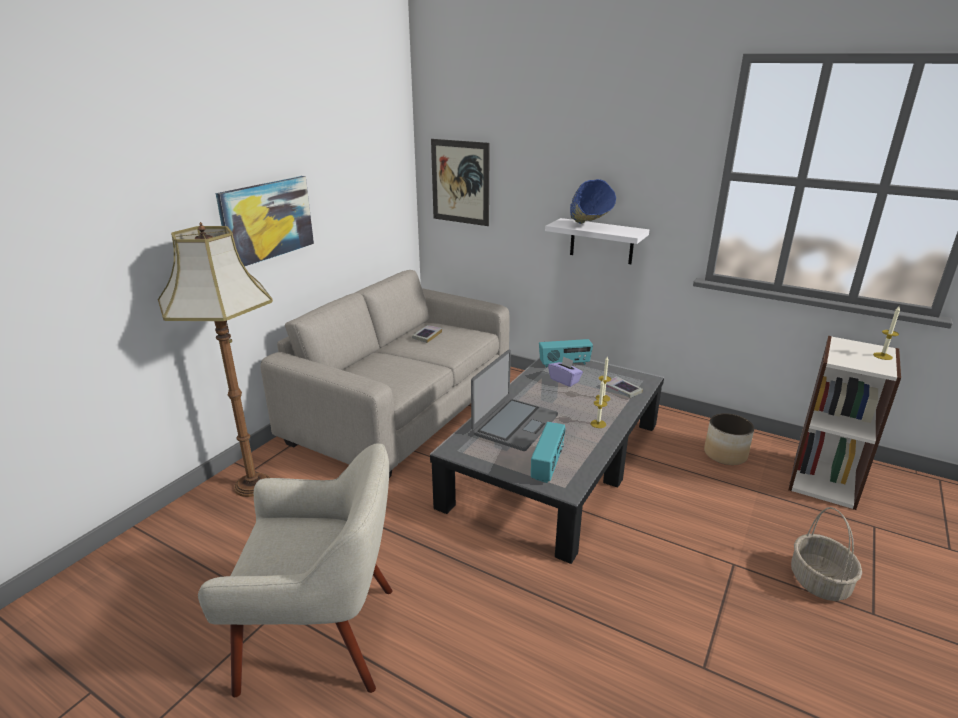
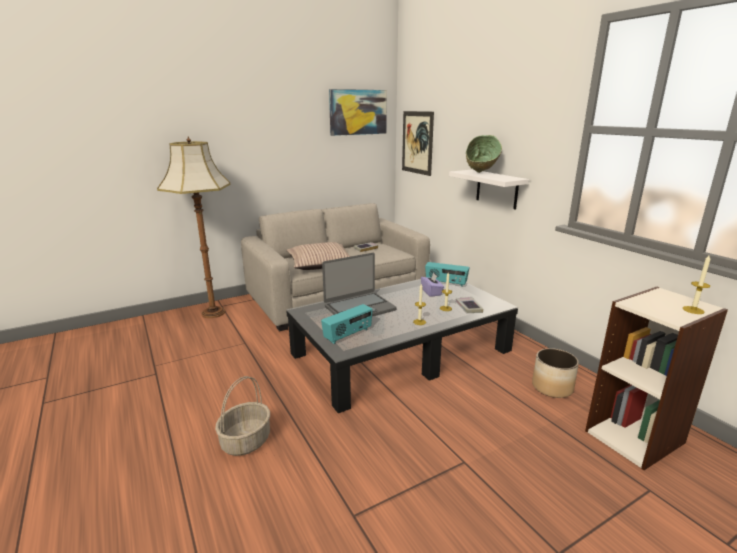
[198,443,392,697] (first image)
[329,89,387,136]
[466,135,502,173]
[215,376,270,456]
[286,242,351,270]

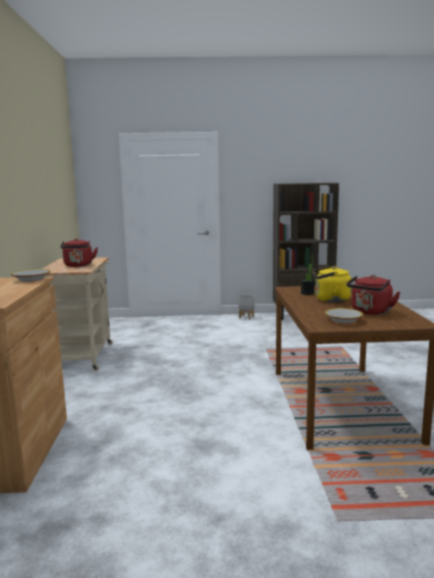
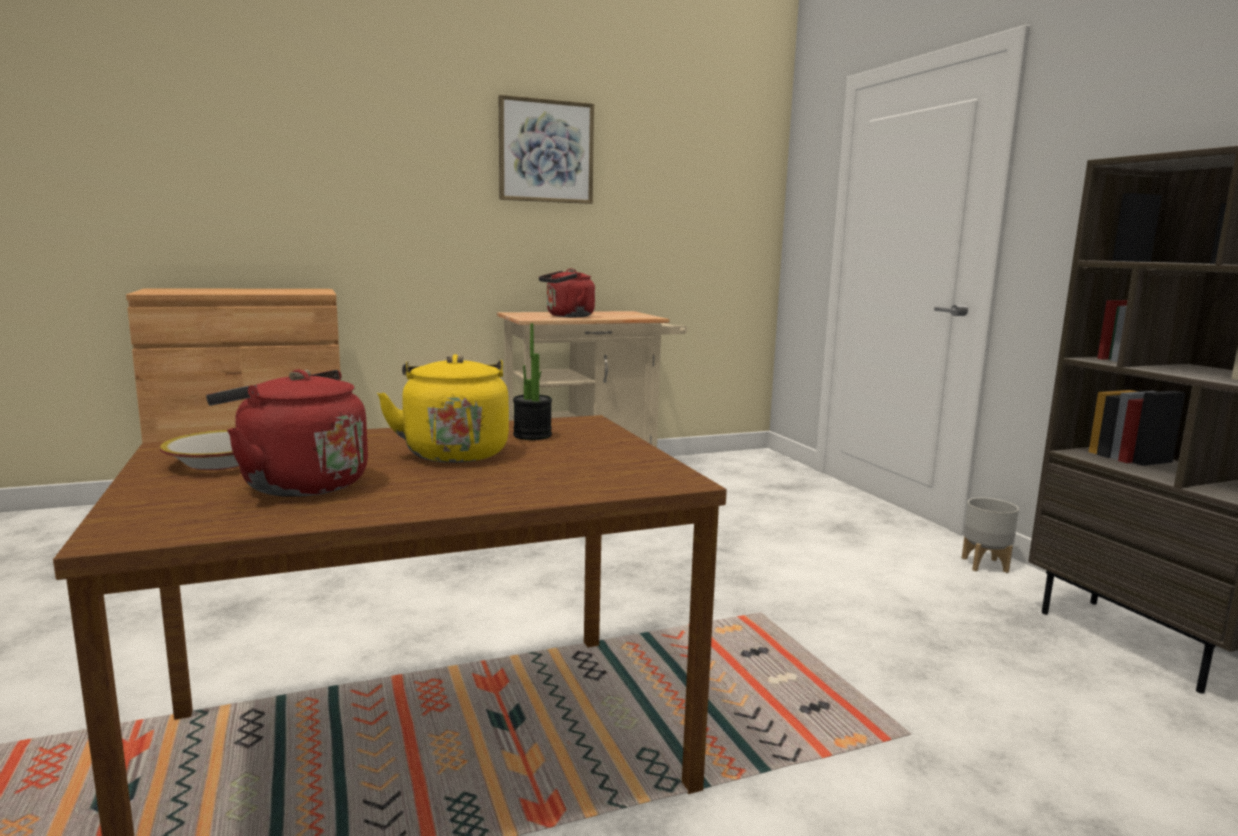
[11,269,51,282] (first image)
[499,95,594,204]

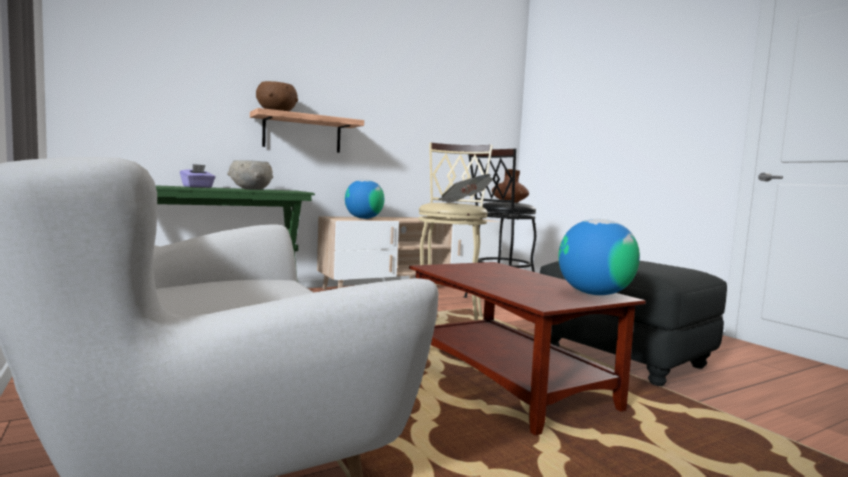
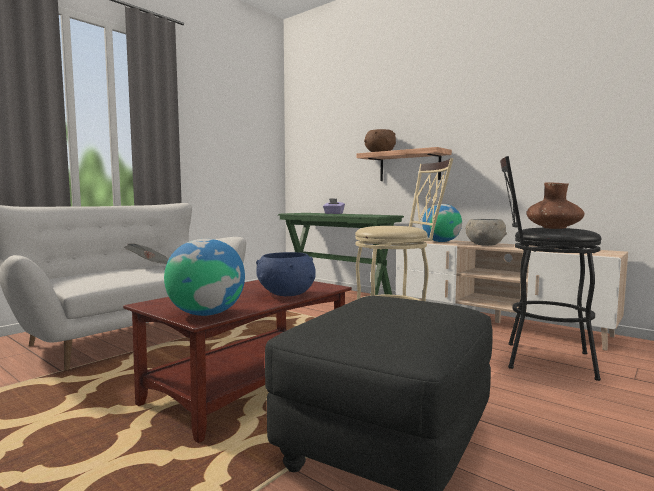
[466,219,507,246]
[124,243,169,264]
[256,252,316,296]

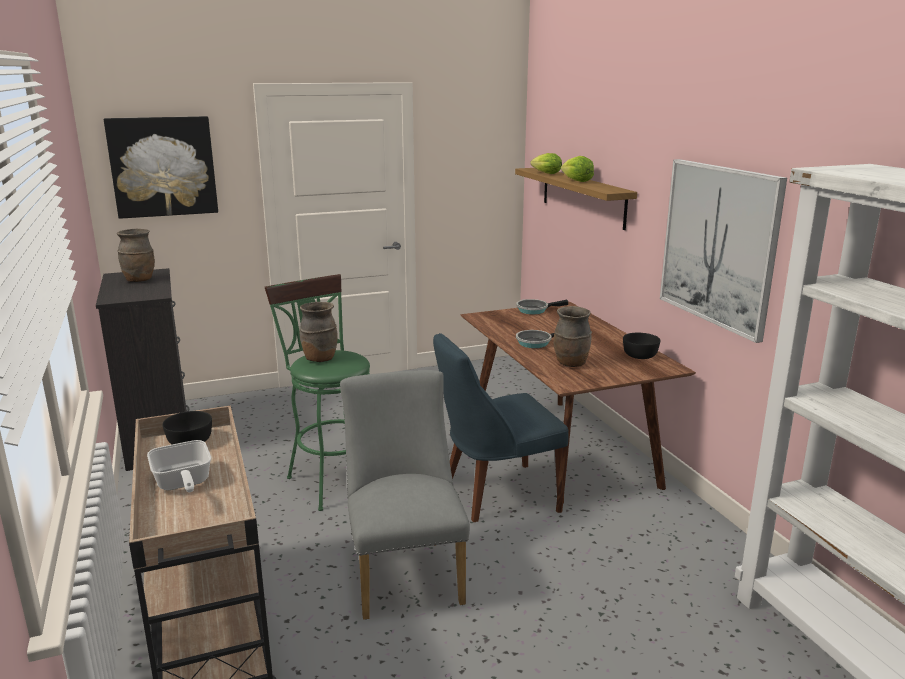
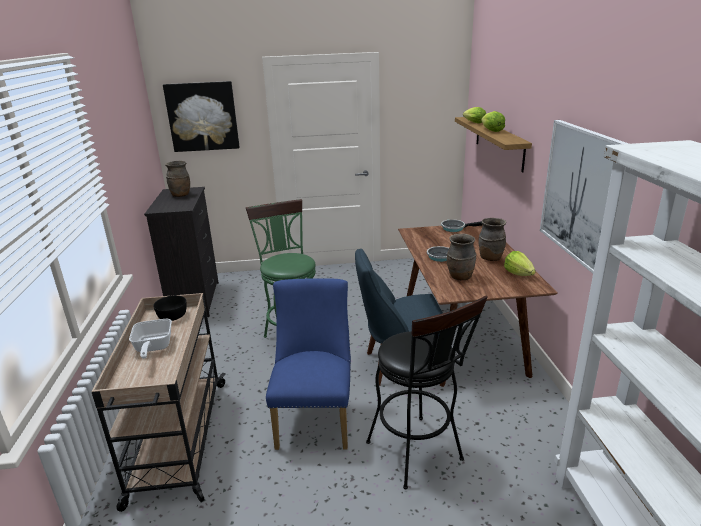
[479,218,506,261]
[266,278,351,450]
[504,251,536,276]
[366,296,488,489]

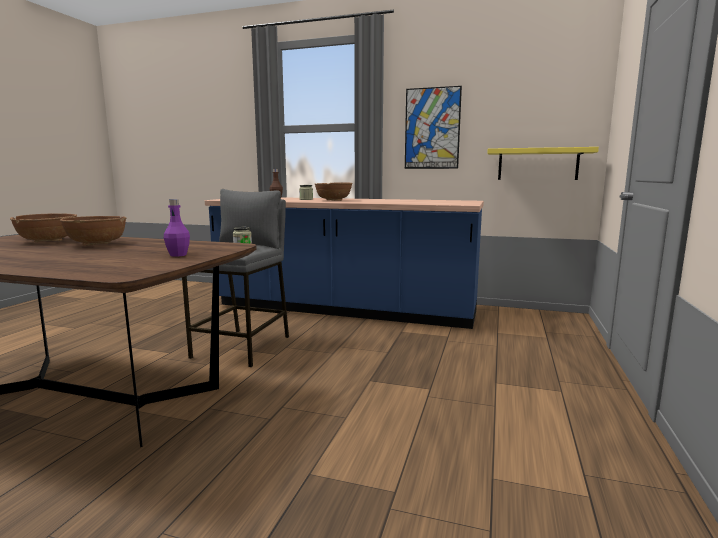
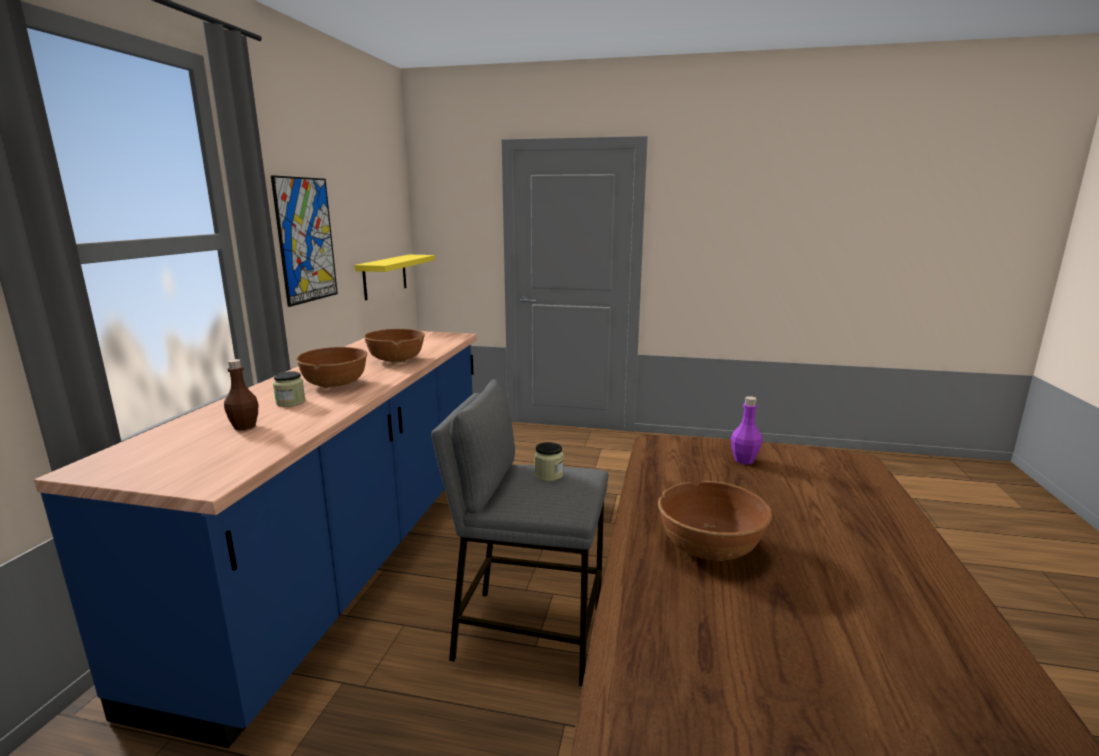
[364,329,425,363]

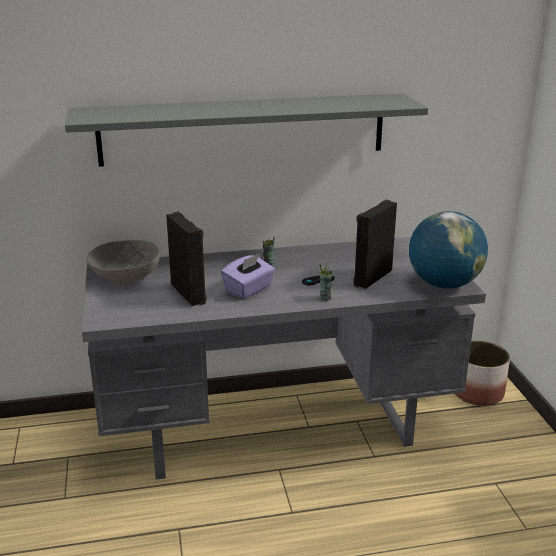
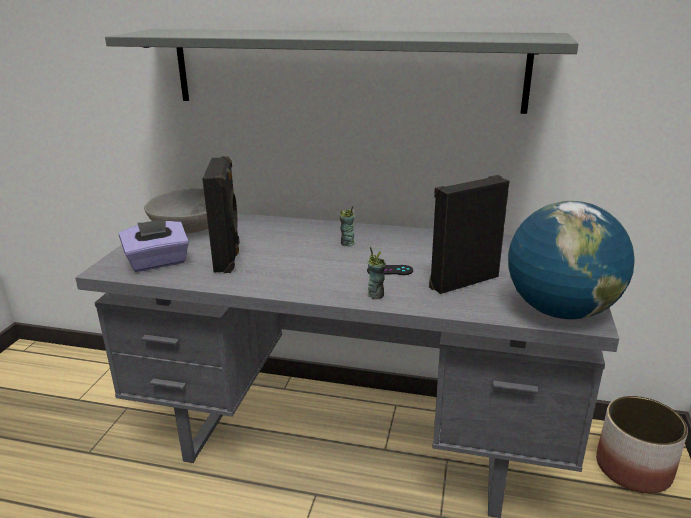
[119,219,189,272]

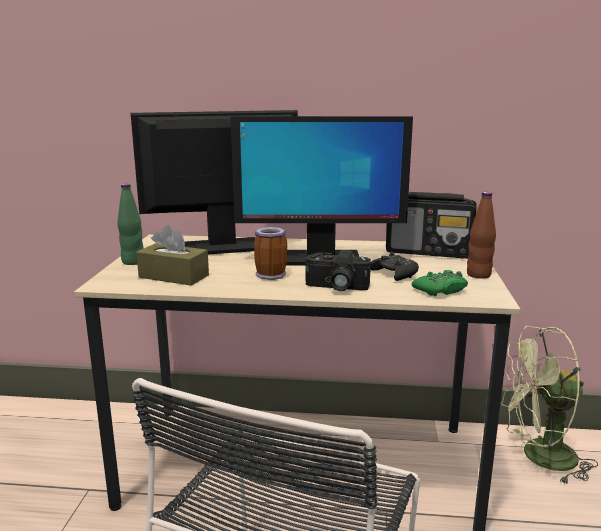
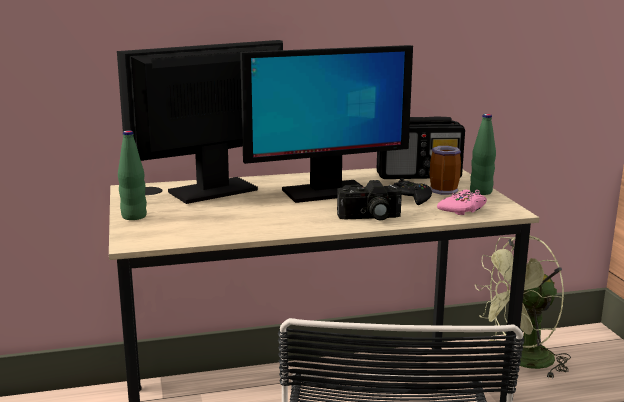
[136,225,209,286] (first image)
[430,146,461,195]
[437,190,487,215]
[470,114,496,195]

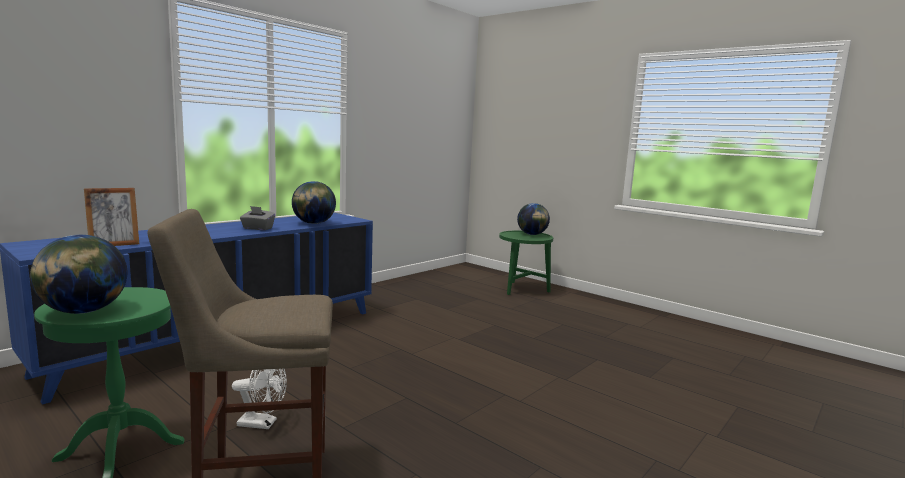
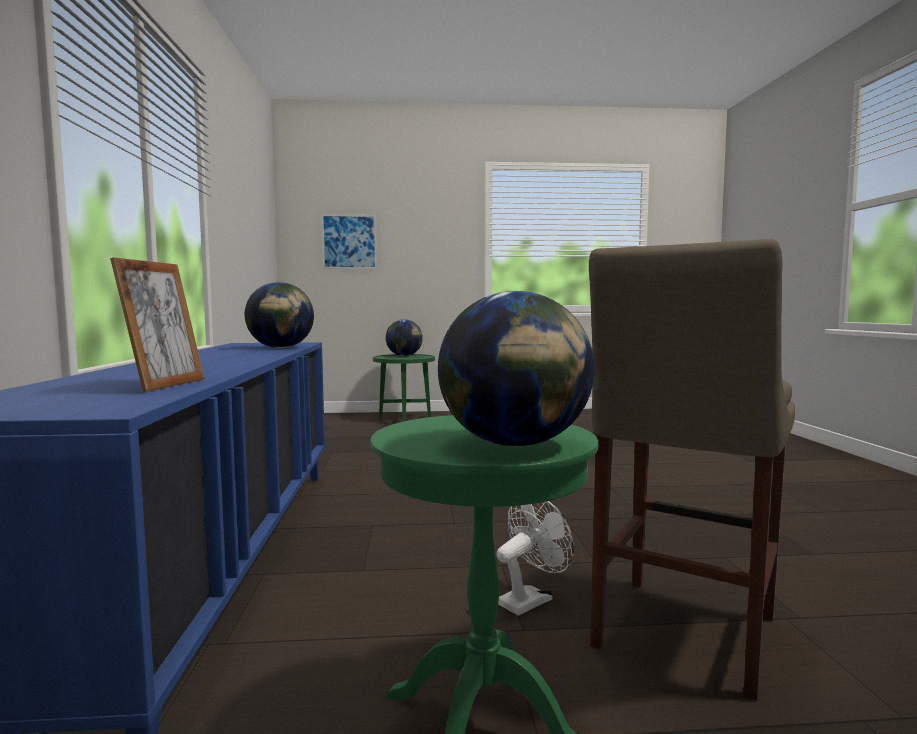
[240,206,275,230] (first image)
[322,214,377,269]

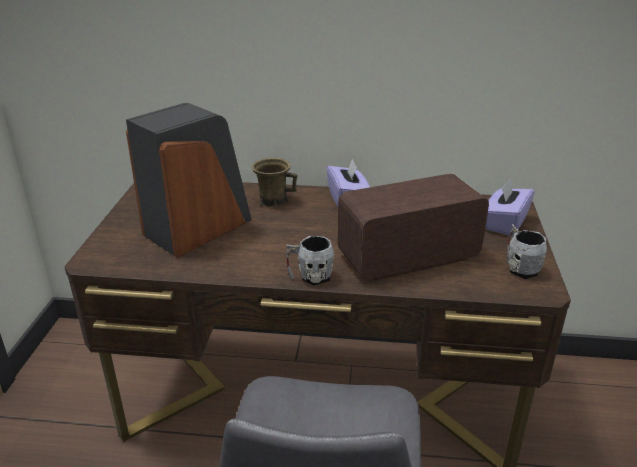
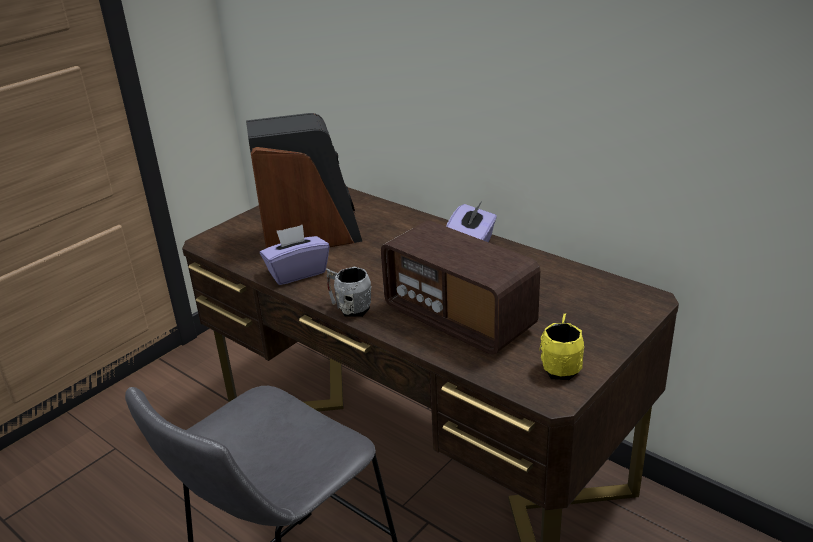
[252,158,298,208] (first image)
[381,221,540,355]
[260,225,330,285]
[539,313,584,380]

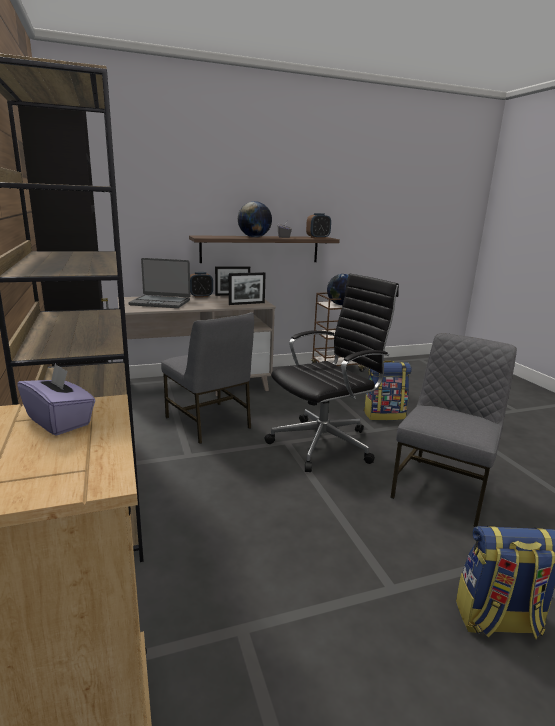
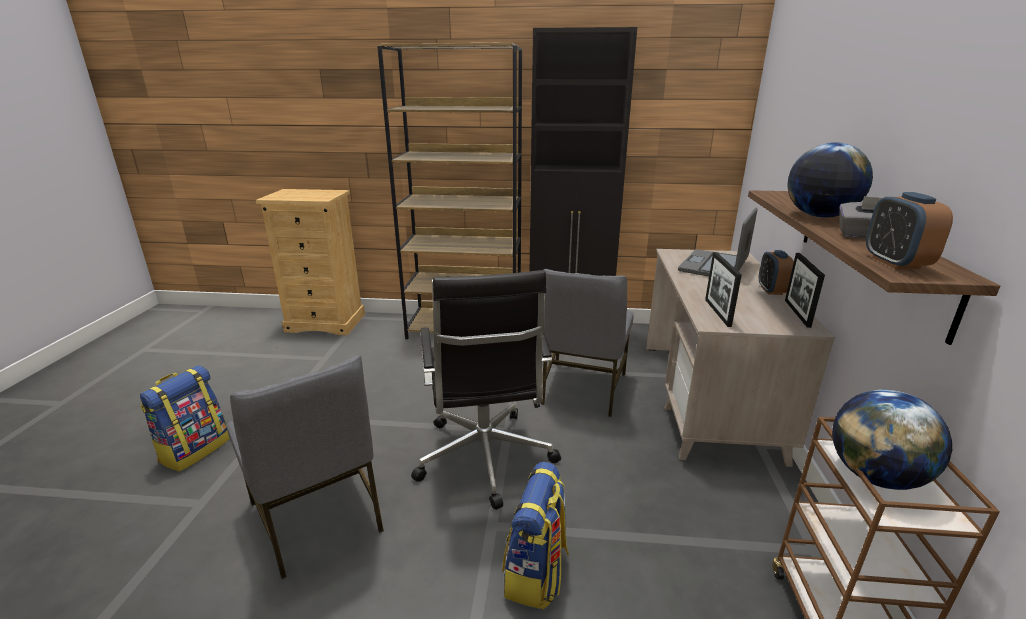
[17,363,95,436] (first image)
[541,269,633,417]

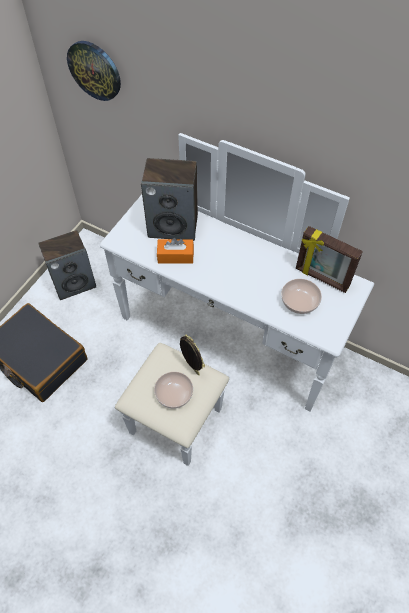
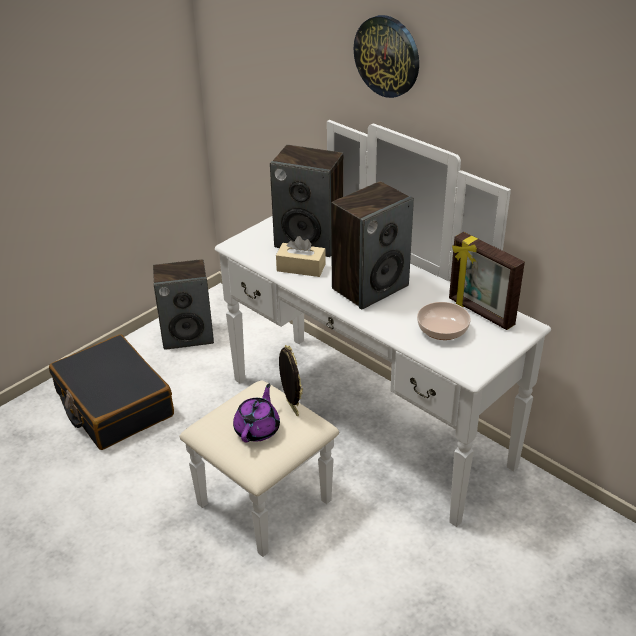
[353,15,419,98]
[233,383,280,442]
[276,236,326,277]
[331,181,414,310]

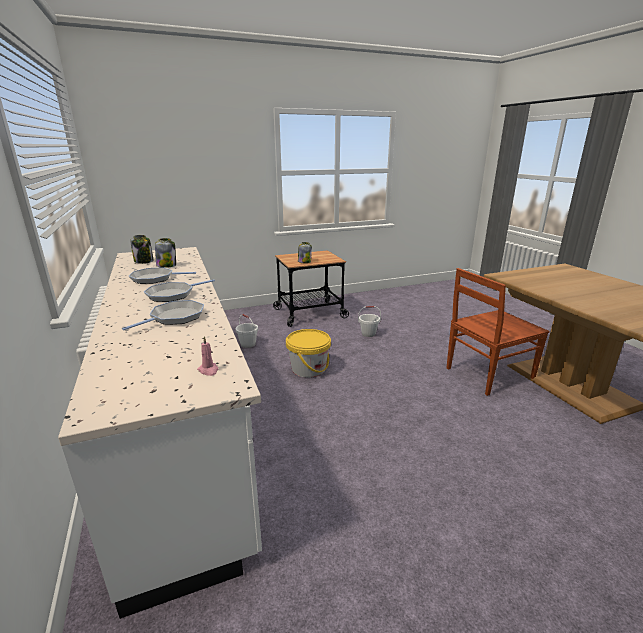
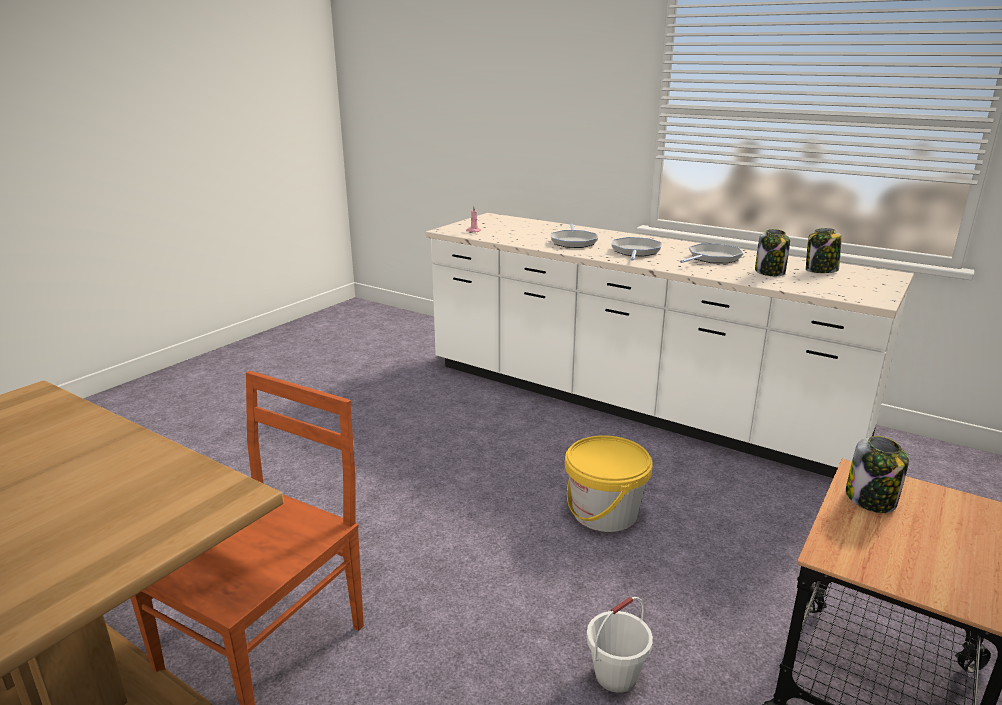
[236,314,258,348] (first image)

